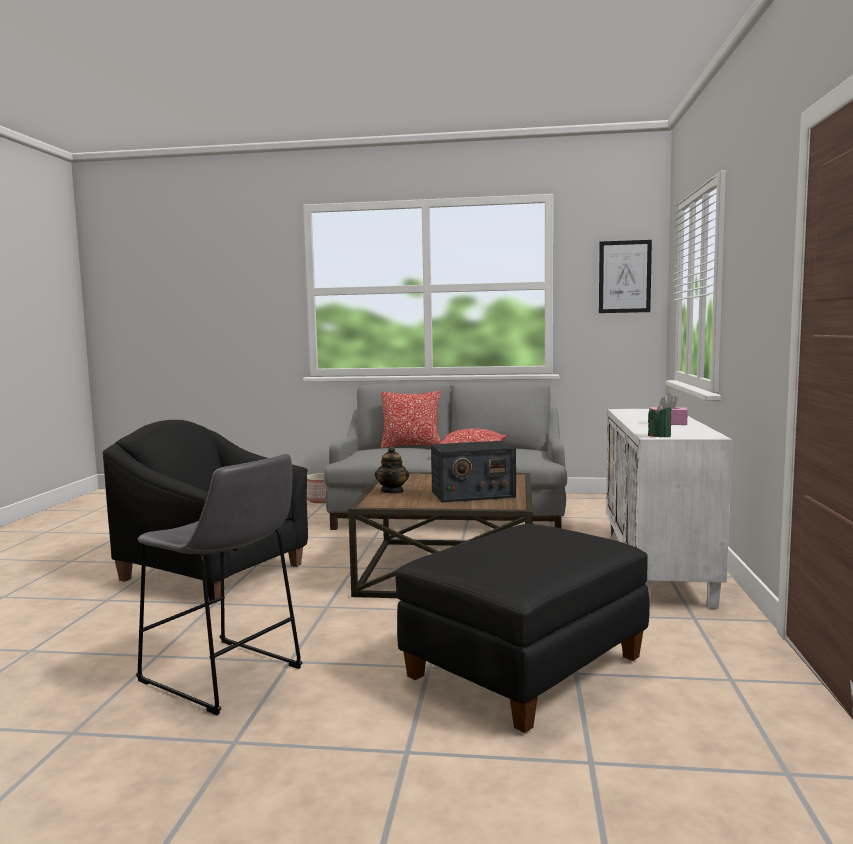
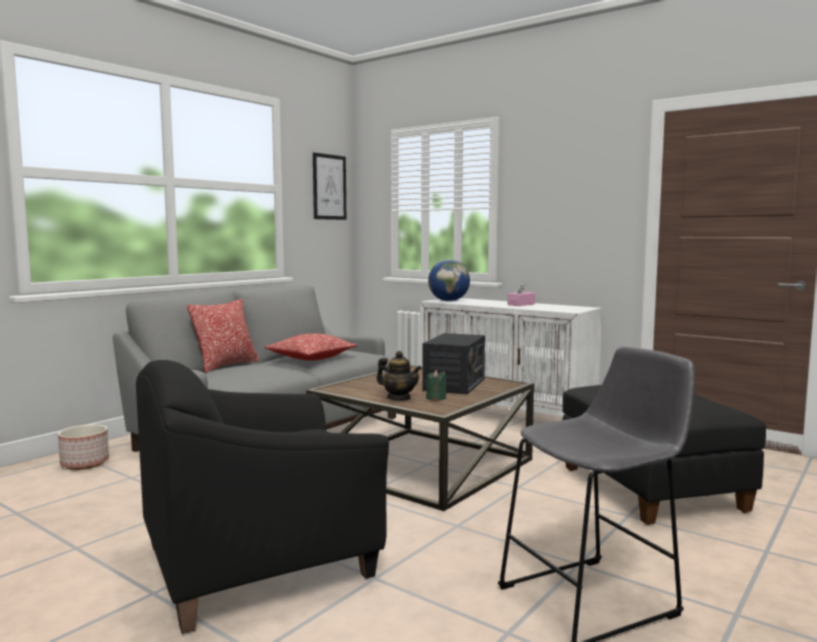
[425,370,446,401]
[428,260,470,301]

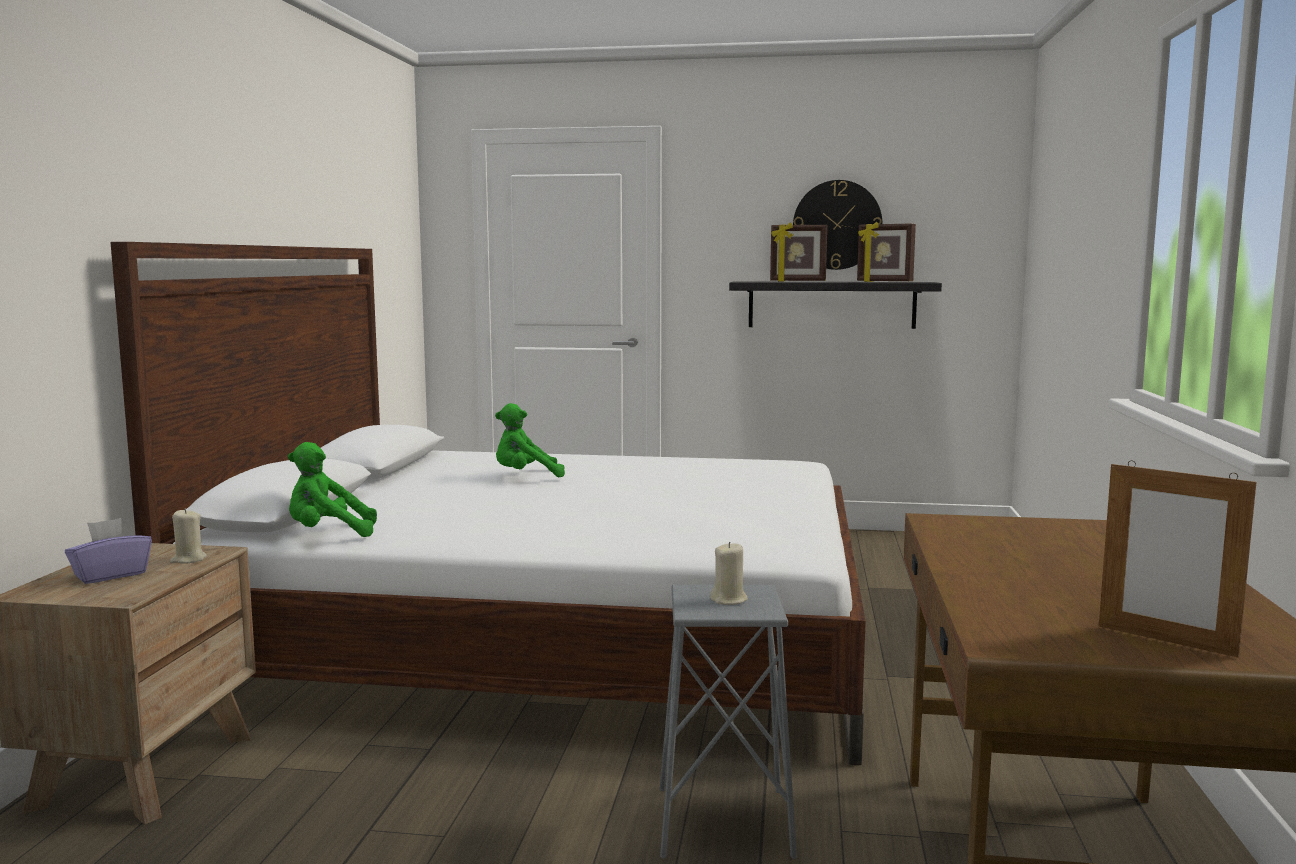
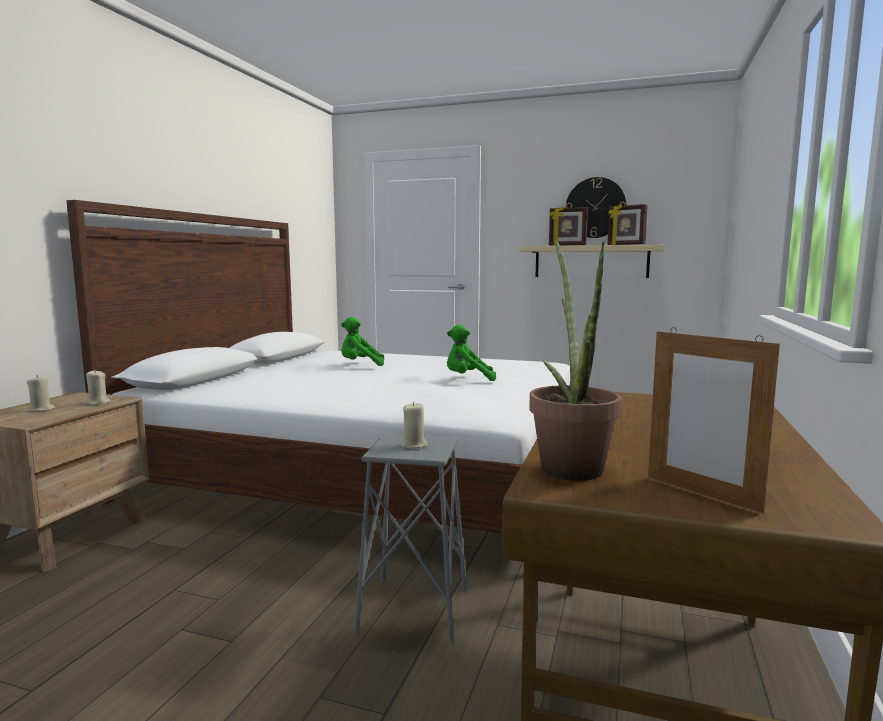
[27,375,55,412]
[447,325,496,381]
[519,245,665,278]
[529,240,621,481]

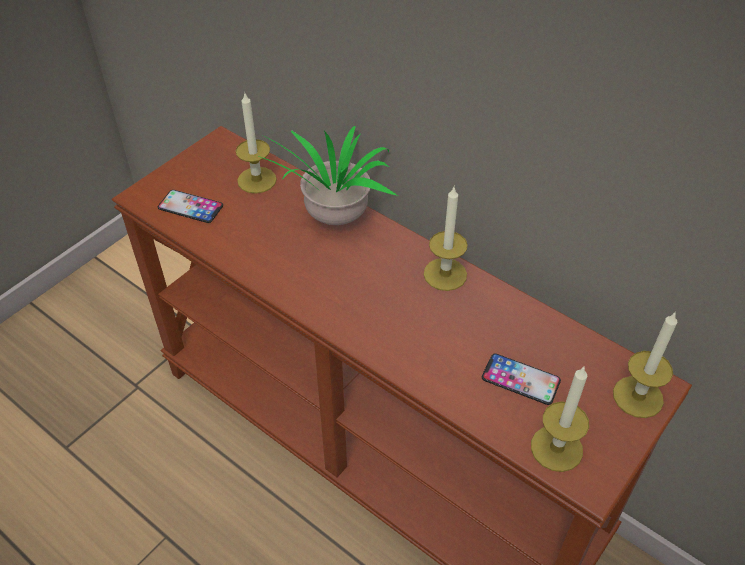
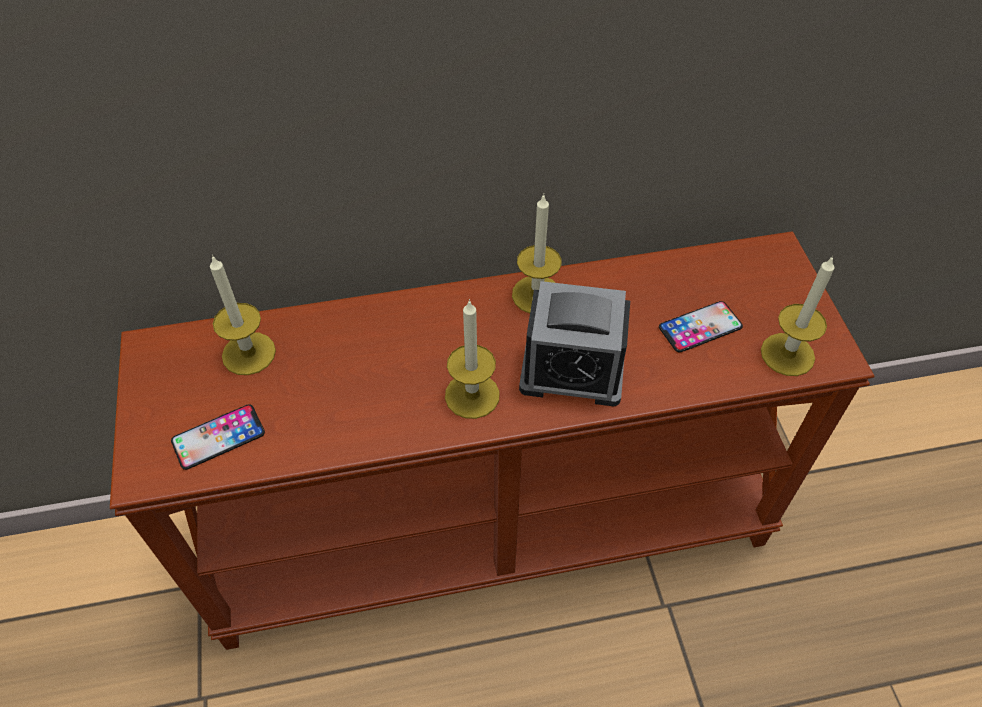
[258,126,398,225] (first image)
[445,299,500,419]
[519,281,630,406]

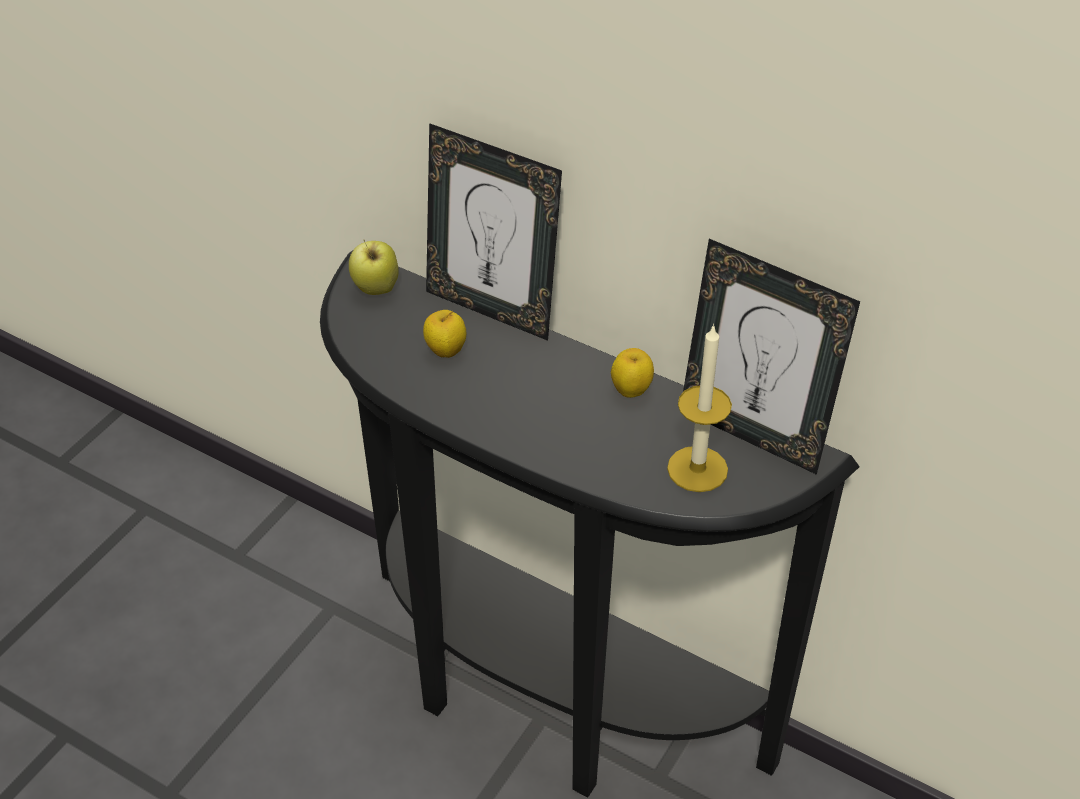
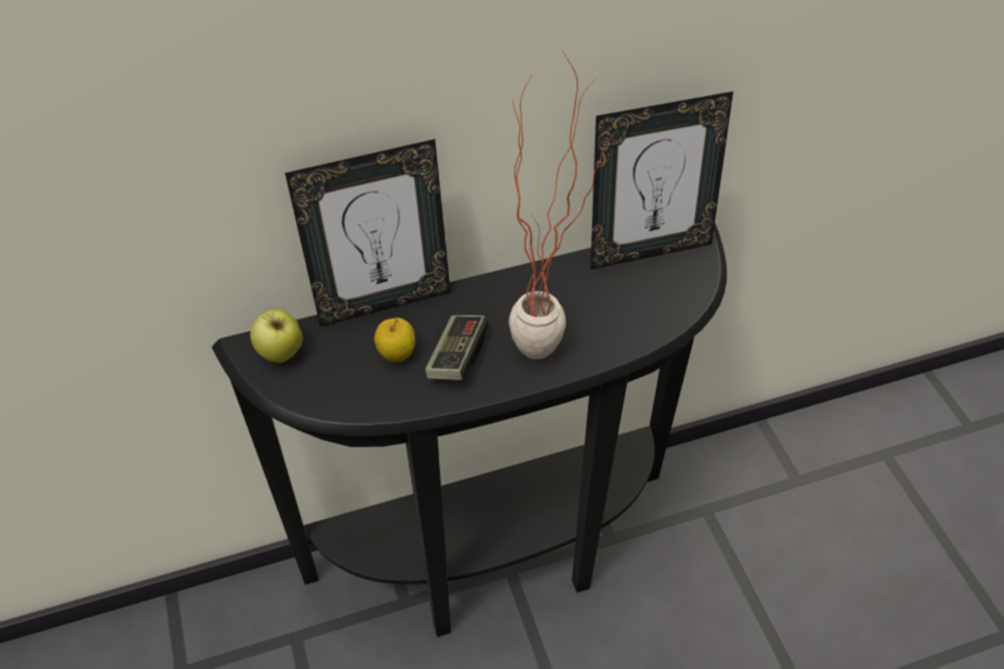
[611,348,654,398] (first image)
[667,324,732,492] (first image)
[425,315,488,380]
[509,50,615,359]

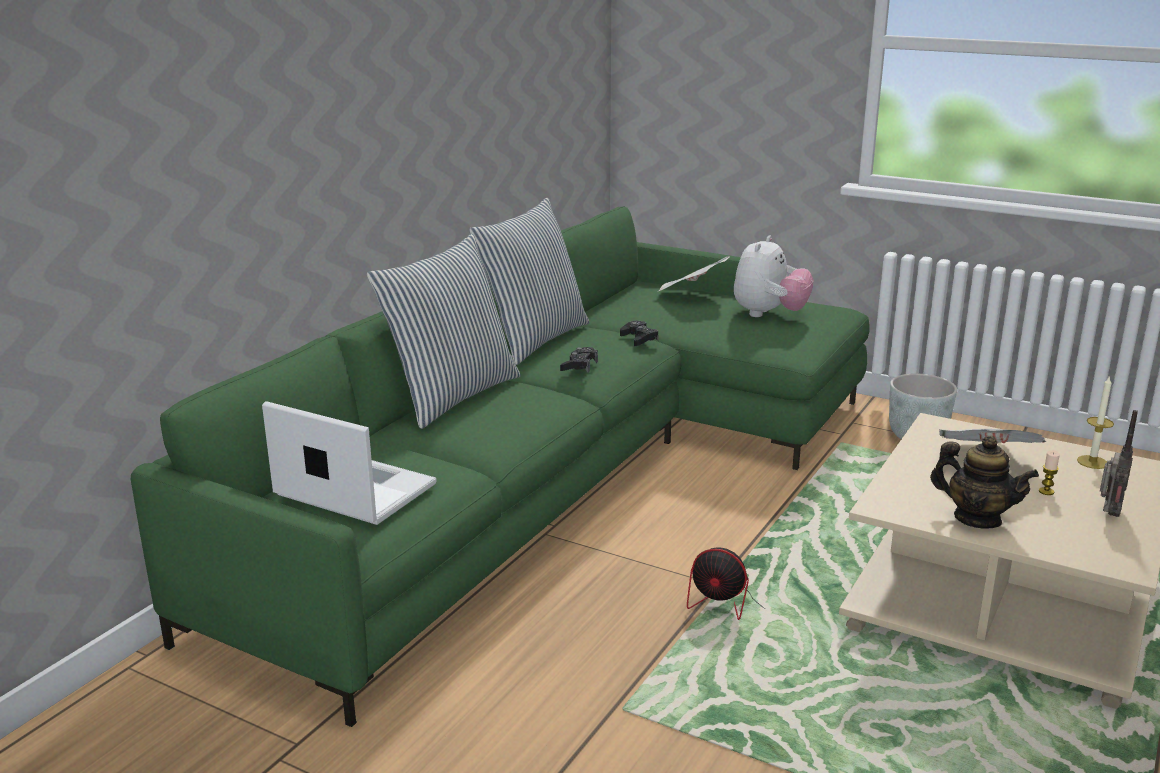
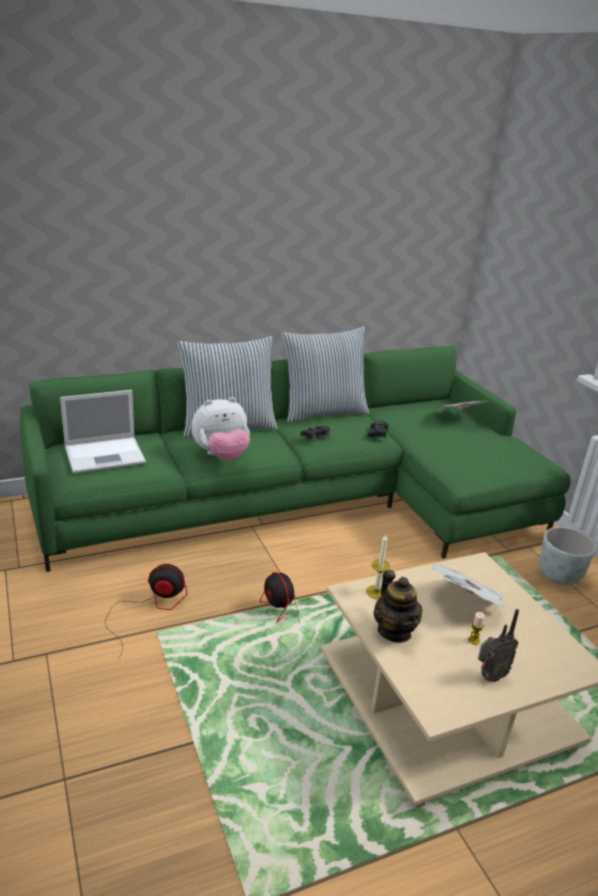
[60,390,146,474]
[192,397,250,461]
[366,535,390,599]
[105,564,187,658]

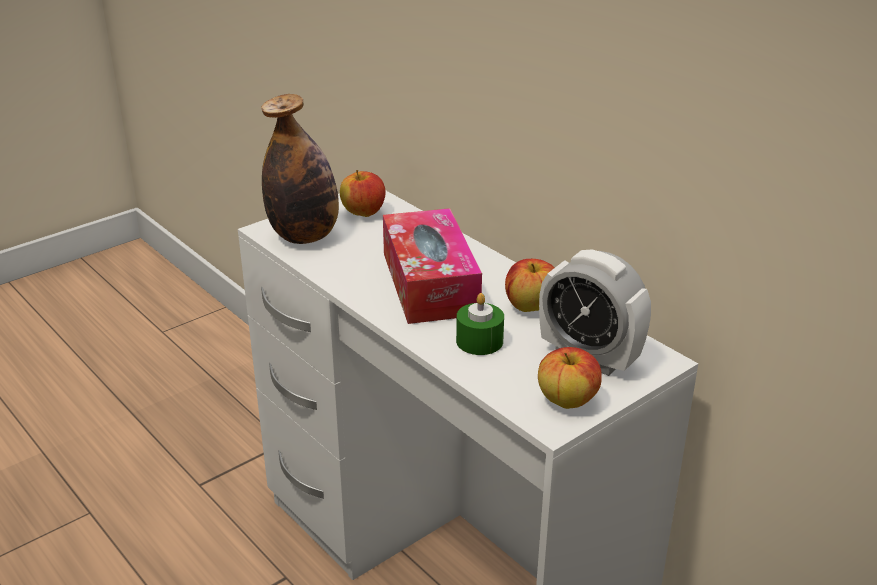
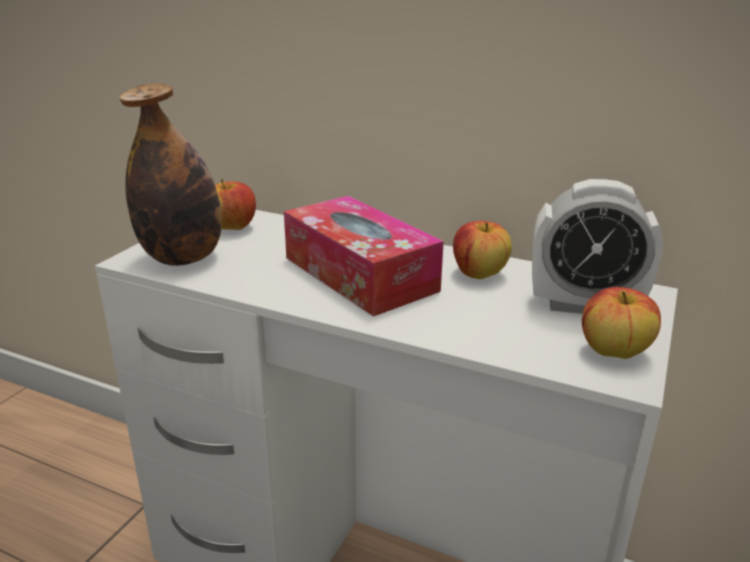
[456,293,504,355] (first image)

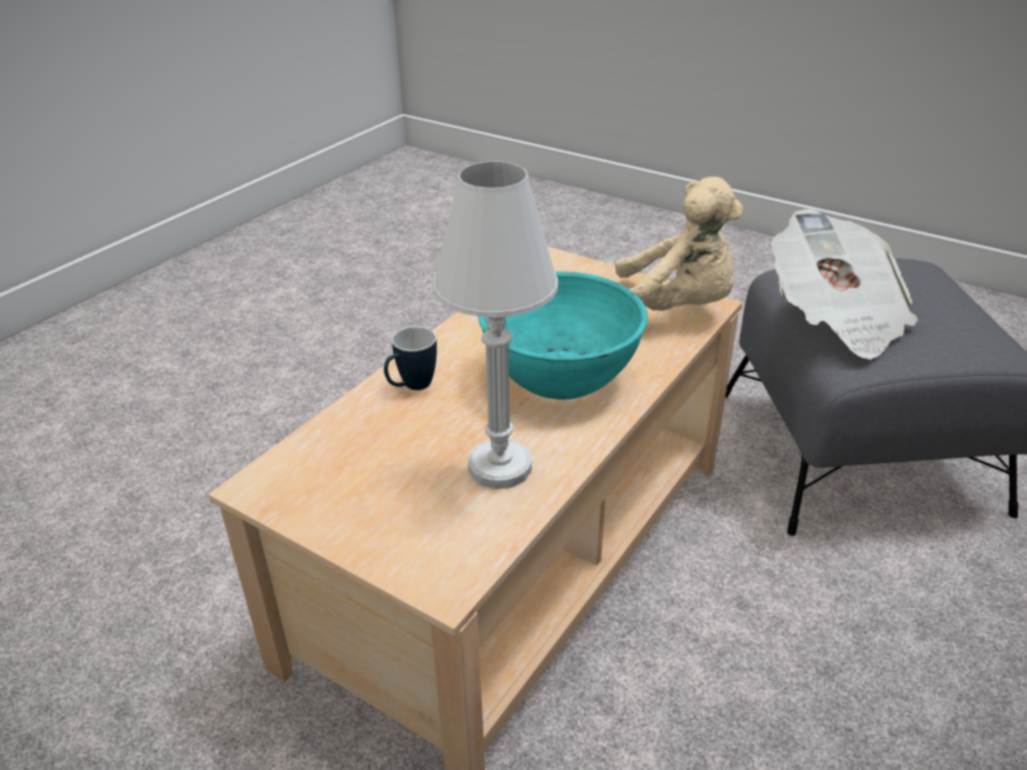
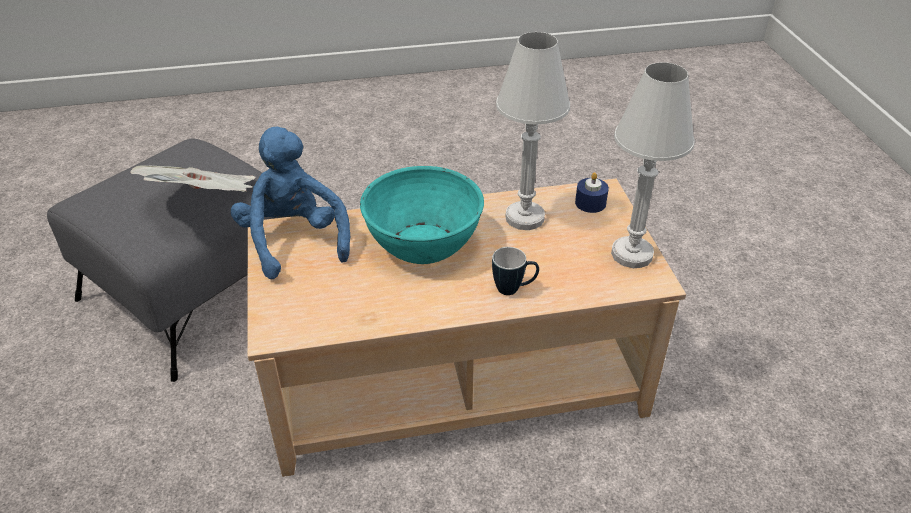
[231,126,350,279]
[575,172,609,213]
[611,62,695,268]

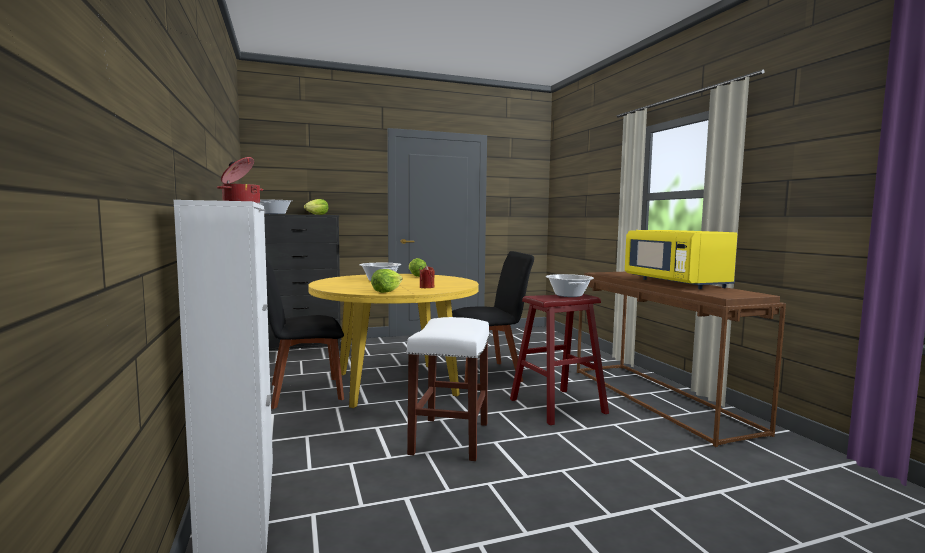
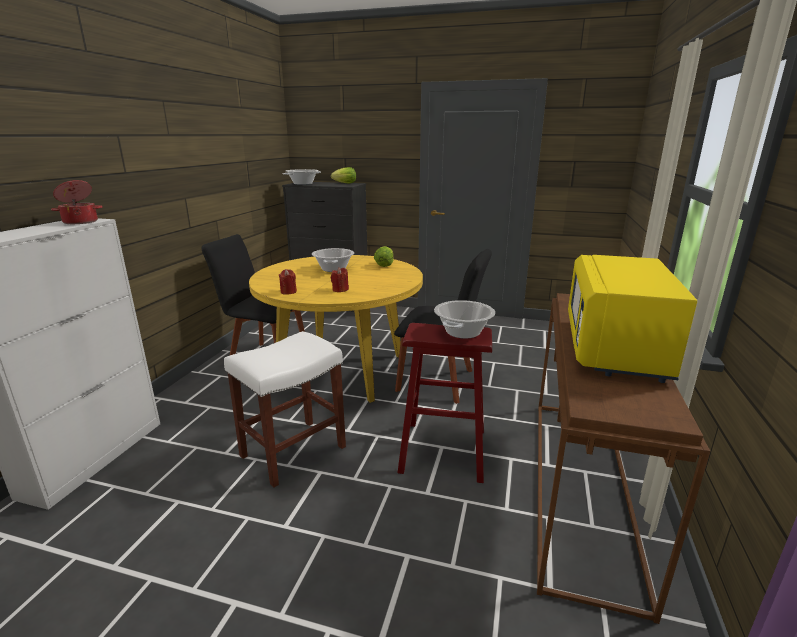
[279,269,297,295]

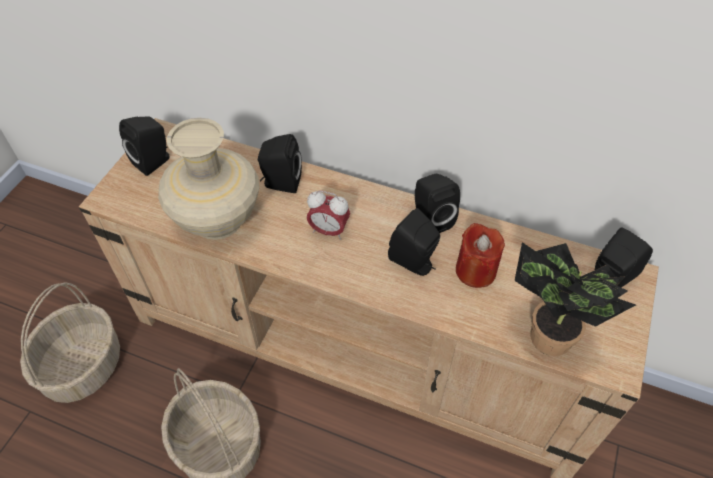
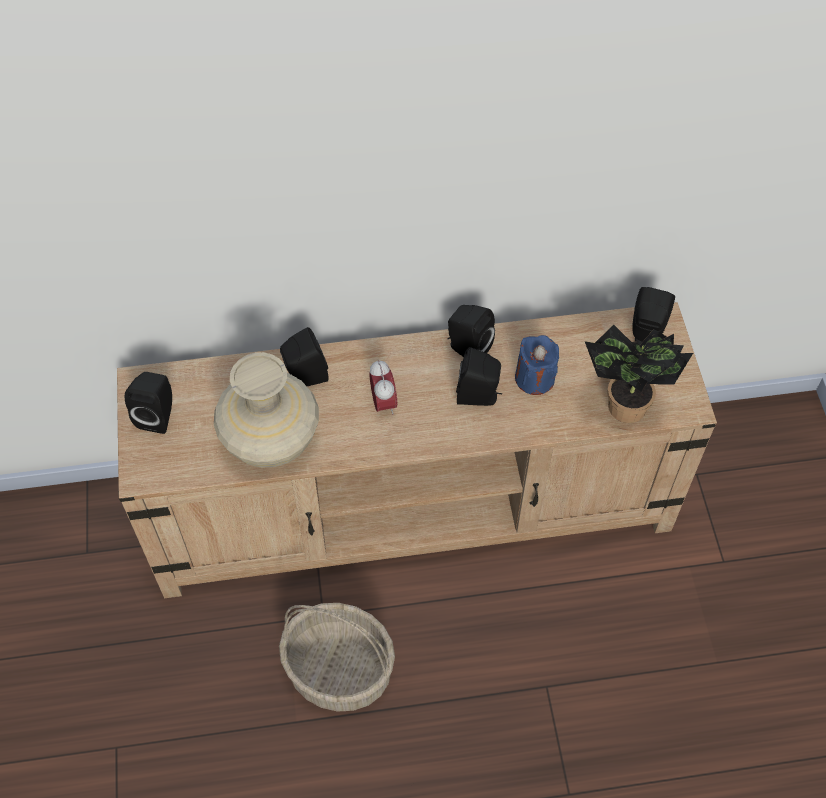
[20,282,120,403] (first image)
[369,360,397,415]
[515,335,559,395]

